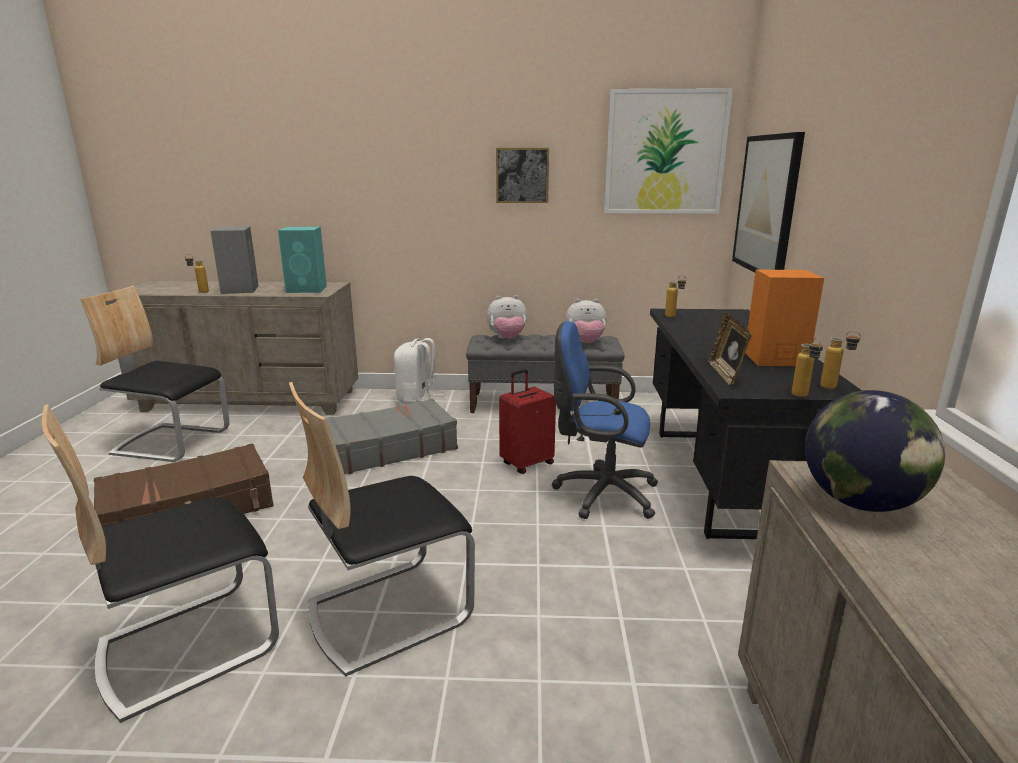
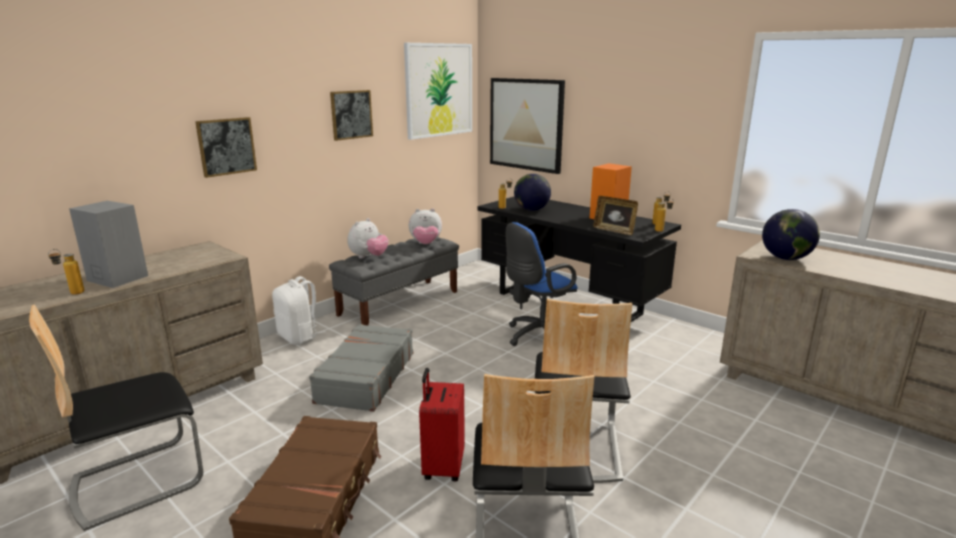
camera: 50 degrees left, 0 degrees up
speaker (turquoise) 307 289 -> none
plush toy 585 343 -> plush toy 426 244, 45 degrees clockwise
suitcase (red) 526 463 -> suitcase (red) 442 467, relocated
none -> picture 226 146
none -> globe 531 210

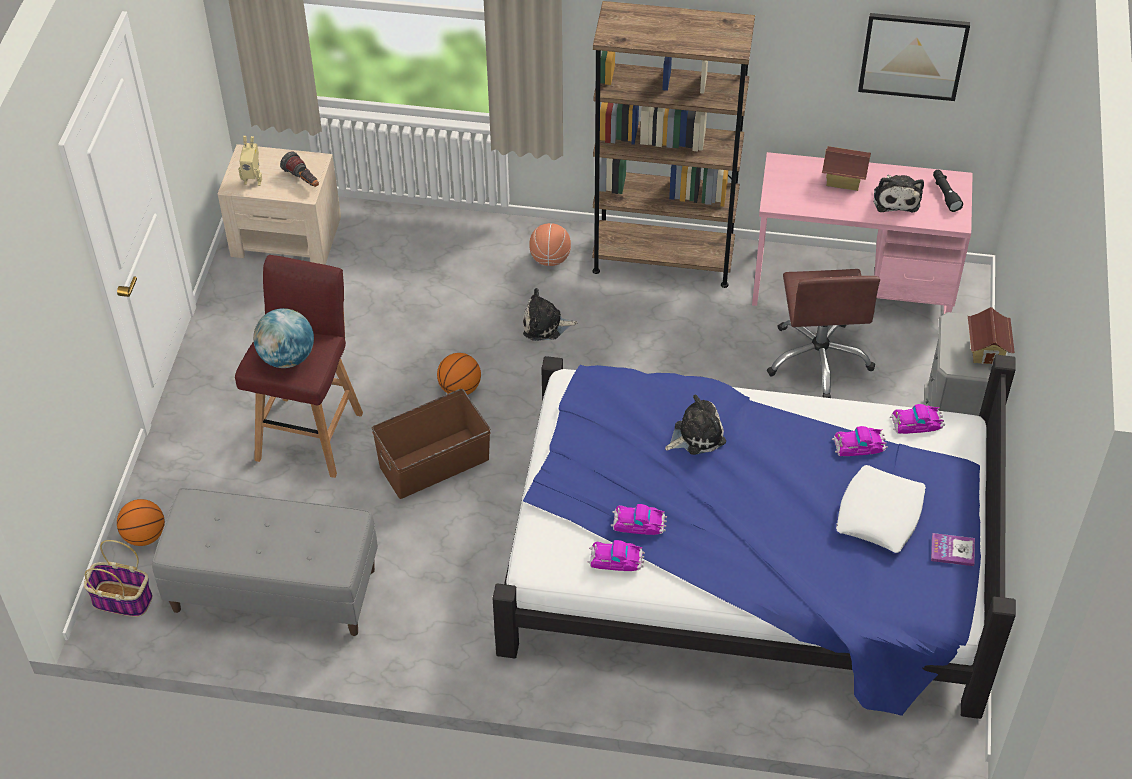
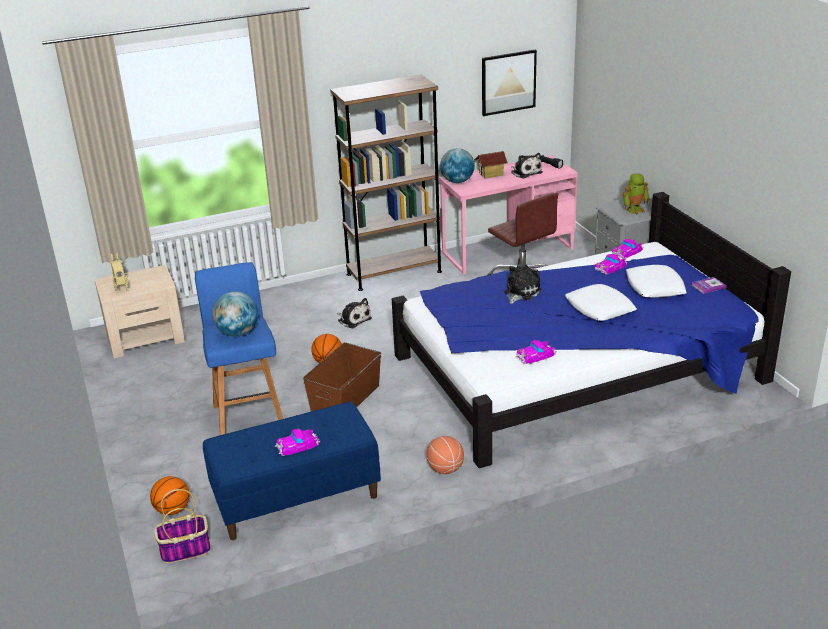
camera: 30 degrees left, 20 degrees down
flashlight 303 180 -> none
basketball 550 258 -> basketball 445 469, relocated
stool (red) 310 434 -> stool (blue) 248 416
plush toy 545 325 -> plush toy 353 319, 105 degrees counterclockwise
toy house 986 350 -> toy robot 634 209
bench (grey) 273 590 -> bench (blue) 296 499
toy car 638 522 -> toy car 297 445, relocated
none -> globe 457 181
none -> pillow (white) 600 308

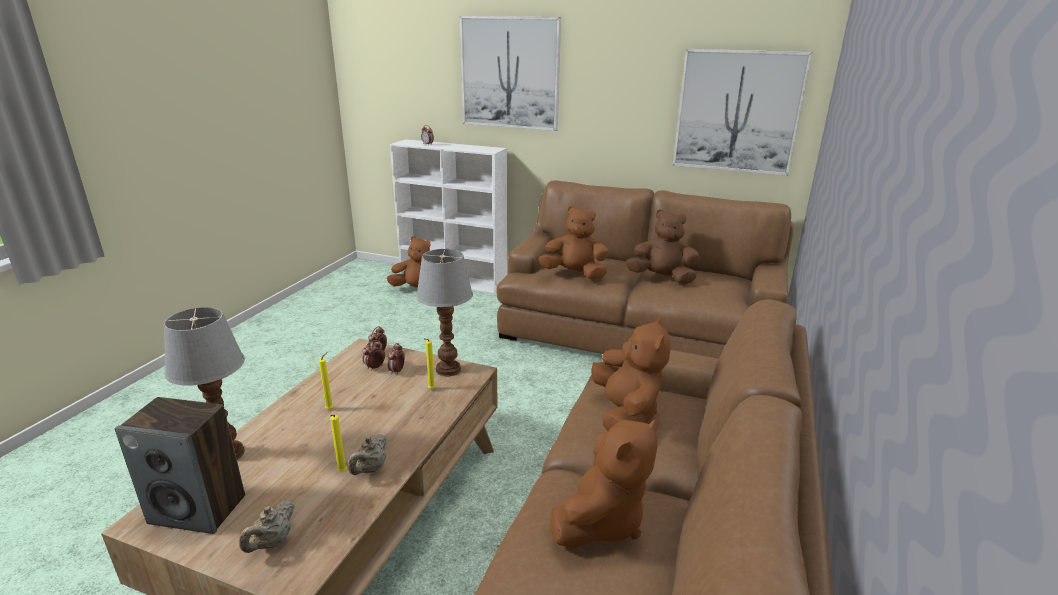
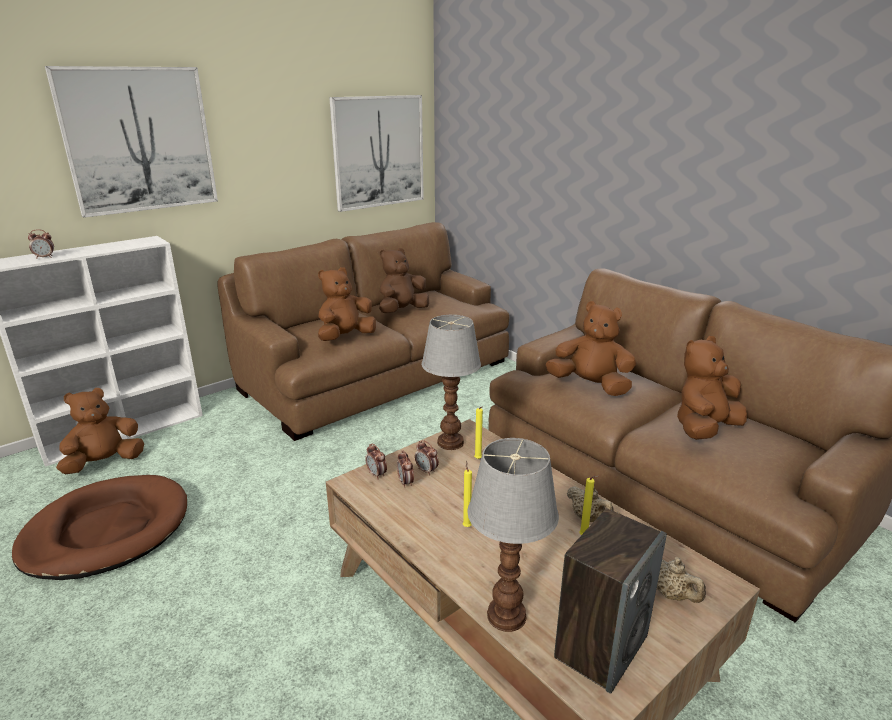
camera: 60 degrees left, 0 degrees up
plush toy (brown) 602 521 -> plush toy (brown) 704 429, 105 degrees counterclockwise
none -> dog bed (brown) 107 531

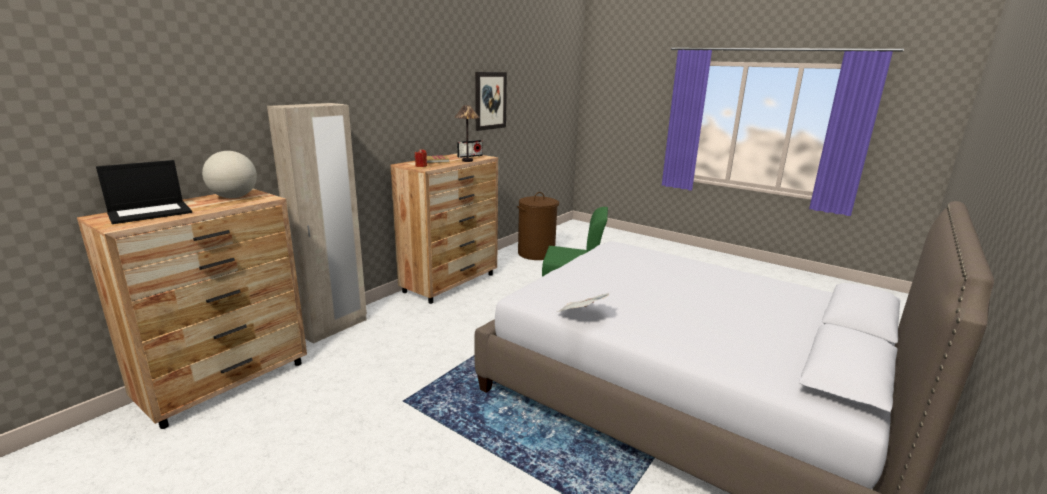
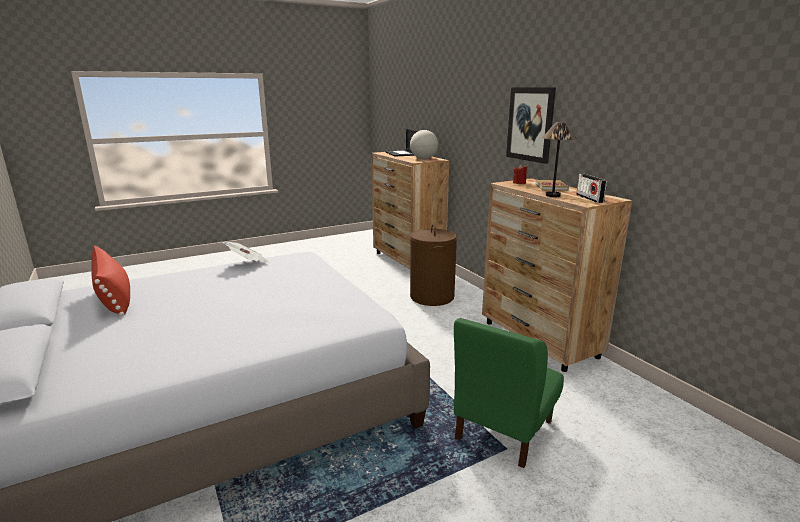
camera: 115 degrees right, 0 degrees up
picture 490 100 -> picture 530 124, relocated
wardrobe (beige) 334 327 -> none
laundry basket (brown) 536 253 -> laundry basket (brown) 431 297, relocated
none -> pillow (red) 115 298

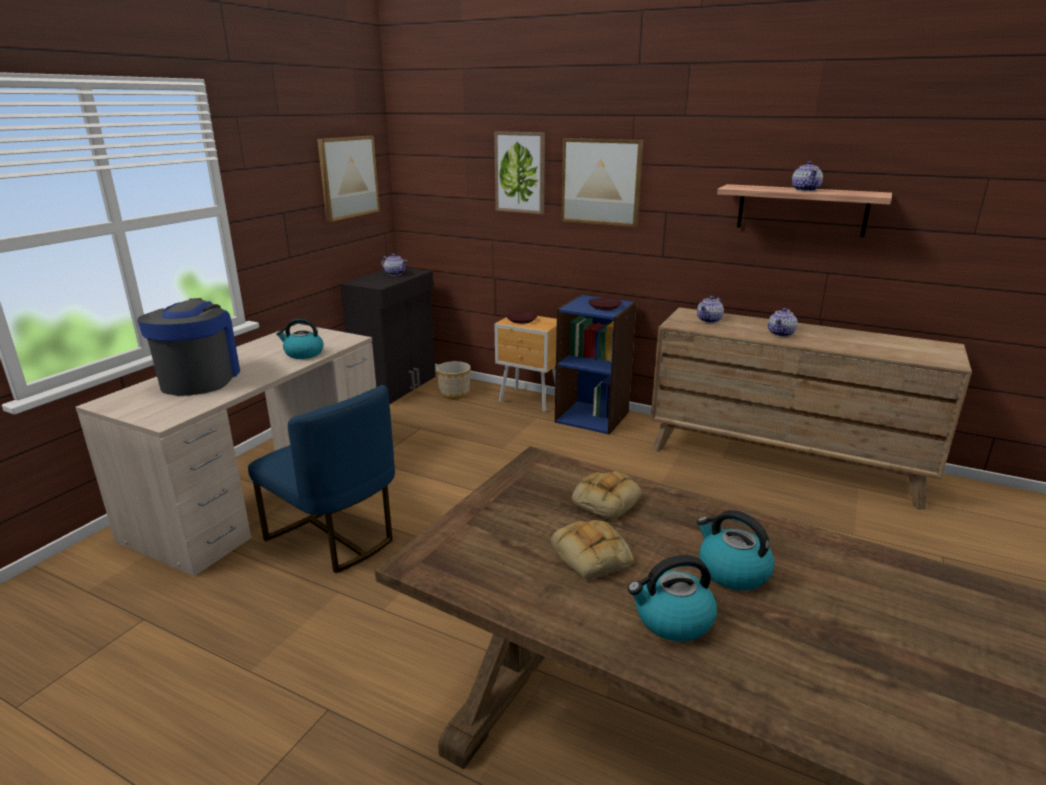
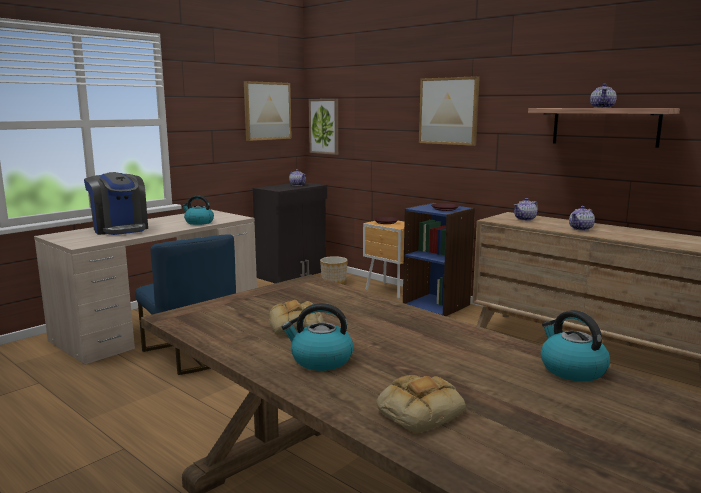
camera: 15 degrees right, 10 degrees down
picture 520 172 -> picture 324 126, relocated
coffee machine 200 379 -> coffee machine 120 229, 135 degrees clockwise
bread 605 500 -> bread 420 411, relocated
kettle 732 571 -> kettle 571 369, relocated

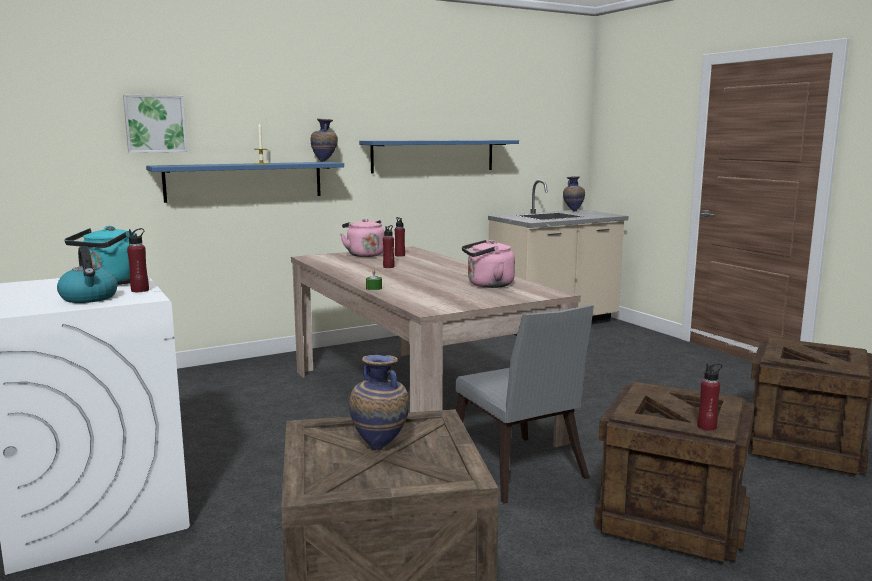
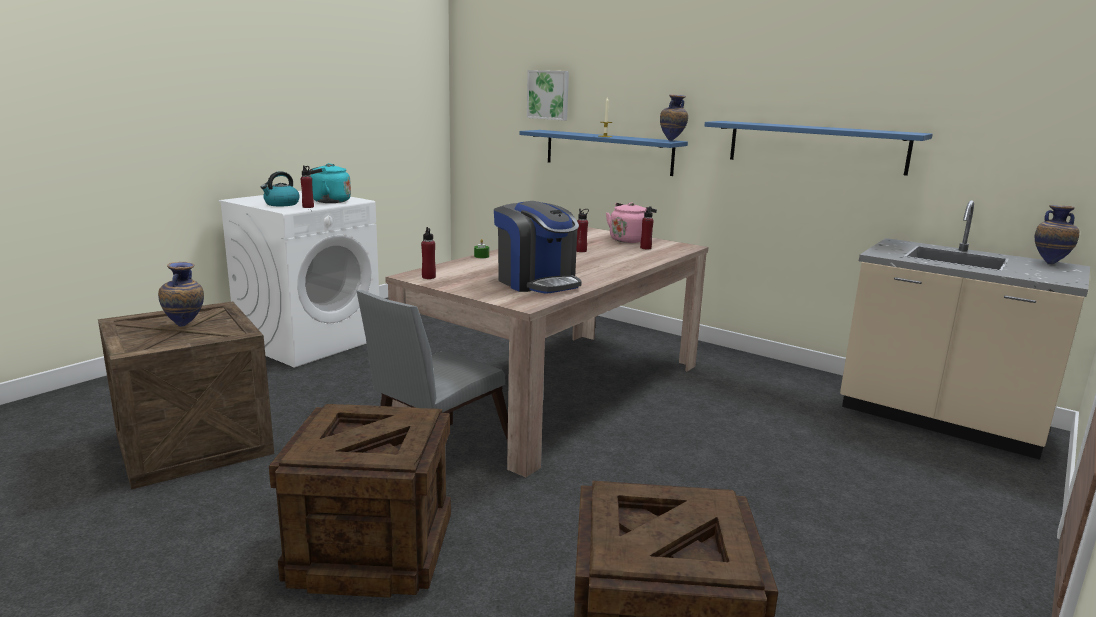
camera: 65 degrees right, 5 degrees up
kettle (pink) 487 285 -> coffee machine 537 282
bottle (red) 706 427 -> bottle (red) 428 277, relocated

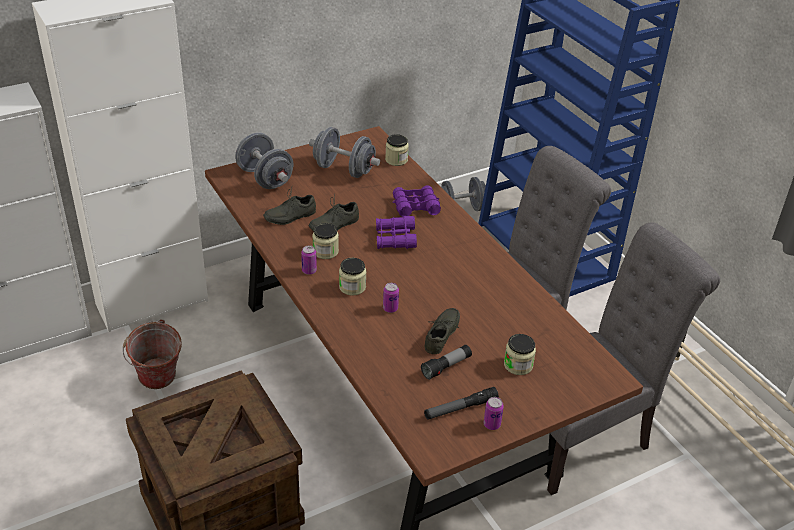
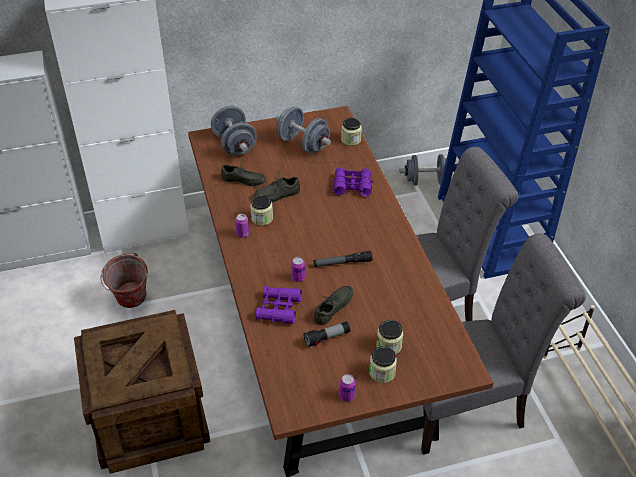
camera: 15 degrees right, 5 degrees up
shoe (grey) 289 215 -> shoe (grey) 243 181, 150 degrees counterclockwise
binoculars (purple) 395 238 -> binoculars (purple) 278 309, relocated
jar 352 287 -> jar 382 372, relocated
flashlight 460 408 -> flashlight 342 263, relocated

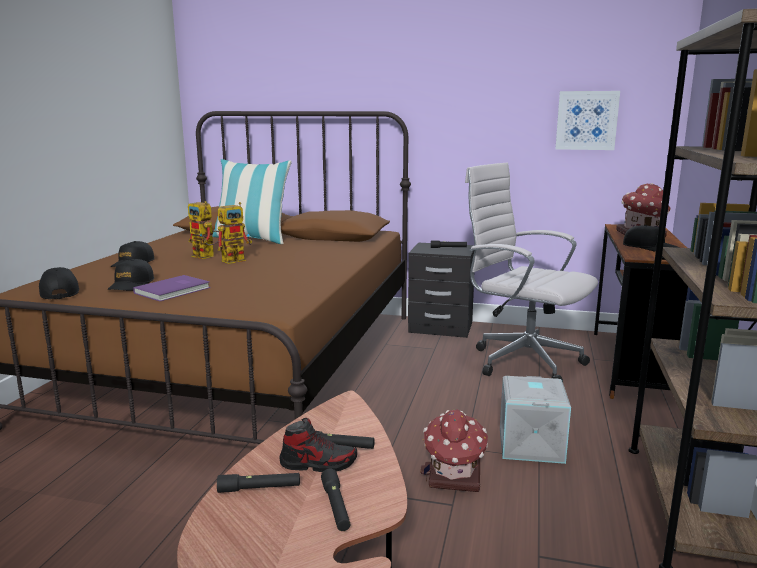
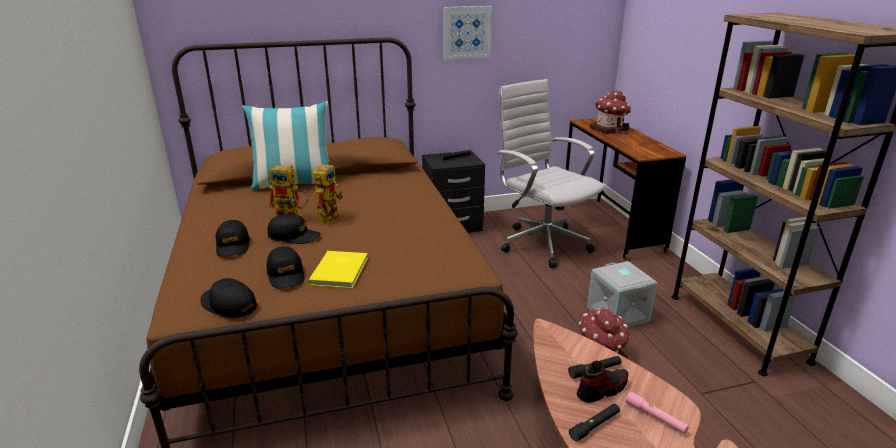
camera: 30 degrees left, 10 degrees up
picture 586 120 -> picture 467 32, relocated
office chair (white) 522 361 -> office chair (white) 542 243, 45 degrees clockwise
cap (black) 649 247 -> cap (black) 294 236, relocated
book (purple) 174 290 -> book (yellow) 341 271
flashlight (black) 336 506 -> flashlight (pink) 655 417

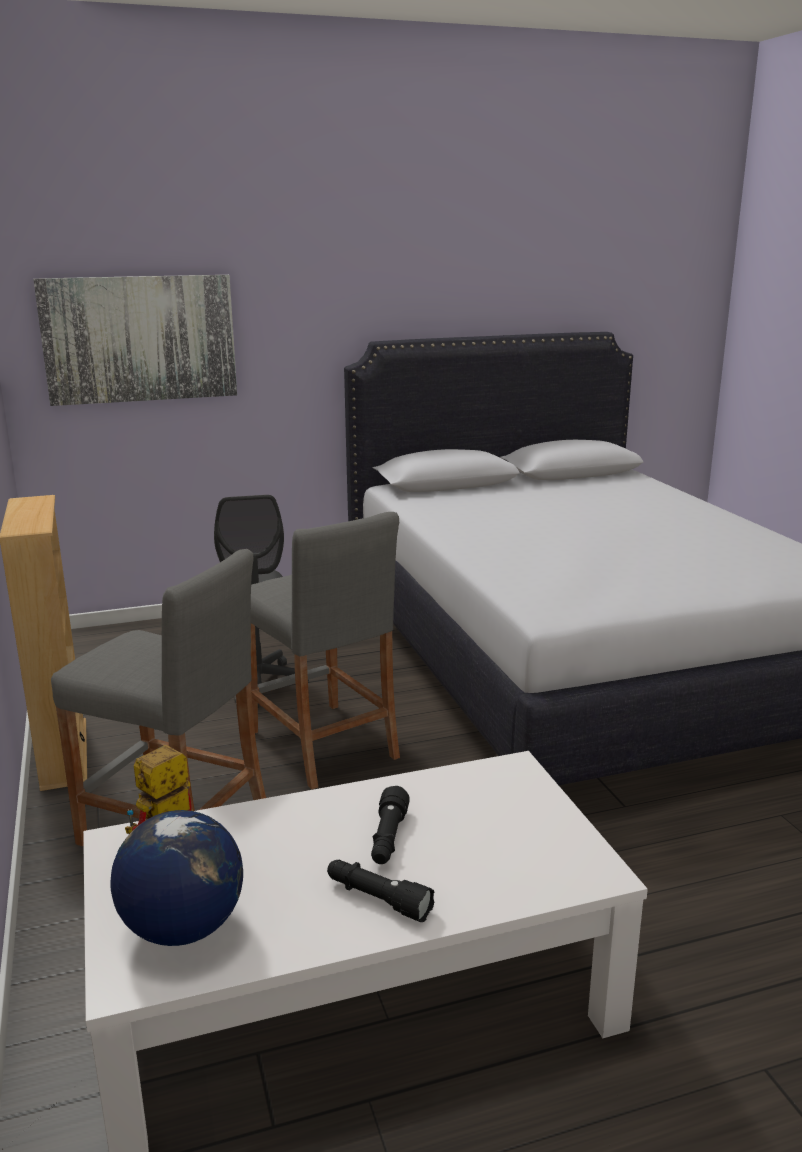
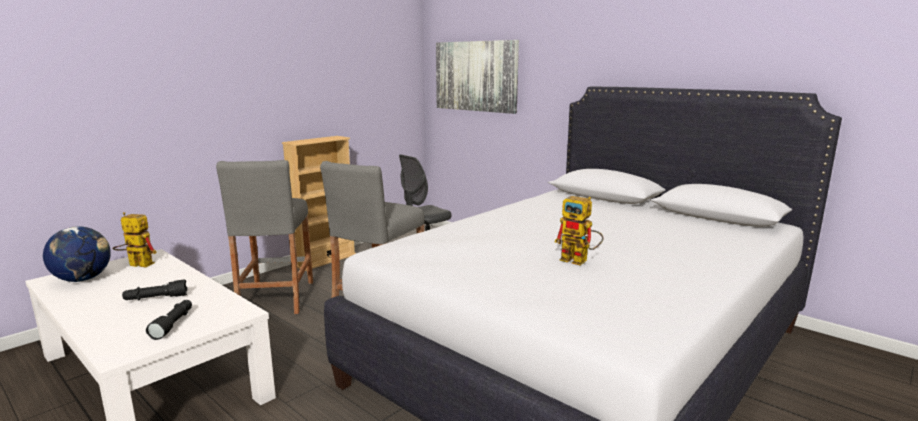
camera: 60 degrees right, 5 degrees down
flashlight (black) 377 899 -> flashlight (black) 173 324, relocated
none -> toy robot 580 261

